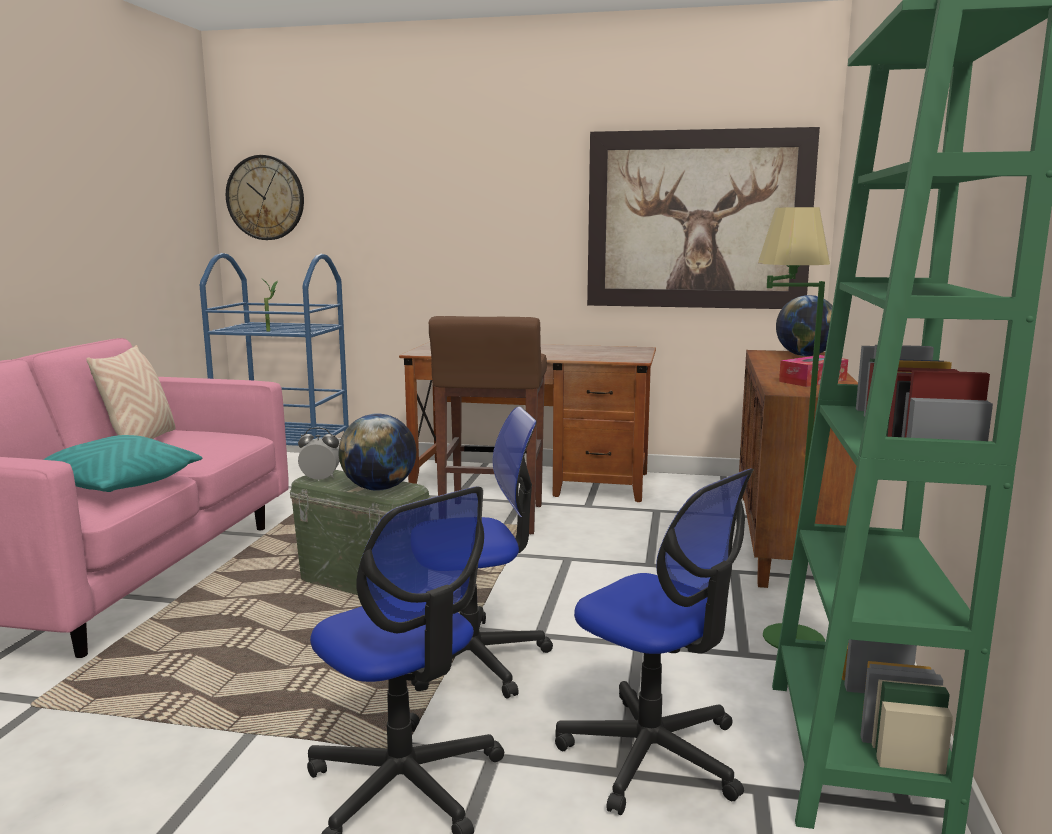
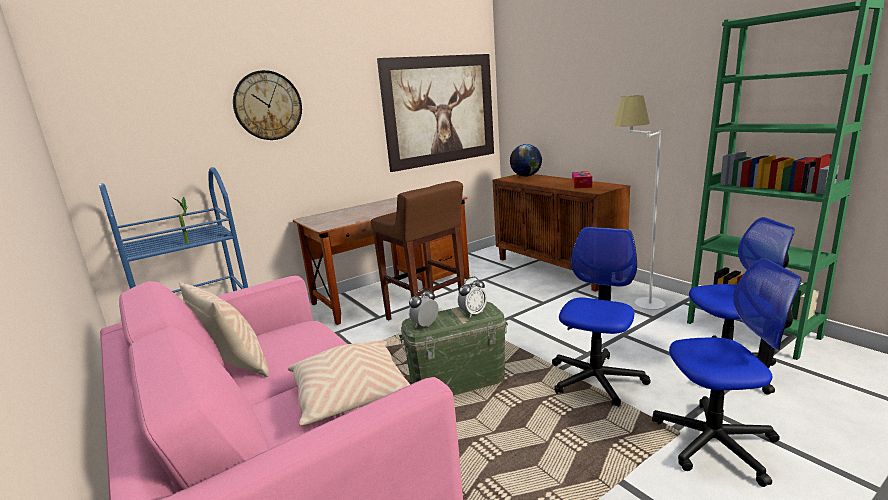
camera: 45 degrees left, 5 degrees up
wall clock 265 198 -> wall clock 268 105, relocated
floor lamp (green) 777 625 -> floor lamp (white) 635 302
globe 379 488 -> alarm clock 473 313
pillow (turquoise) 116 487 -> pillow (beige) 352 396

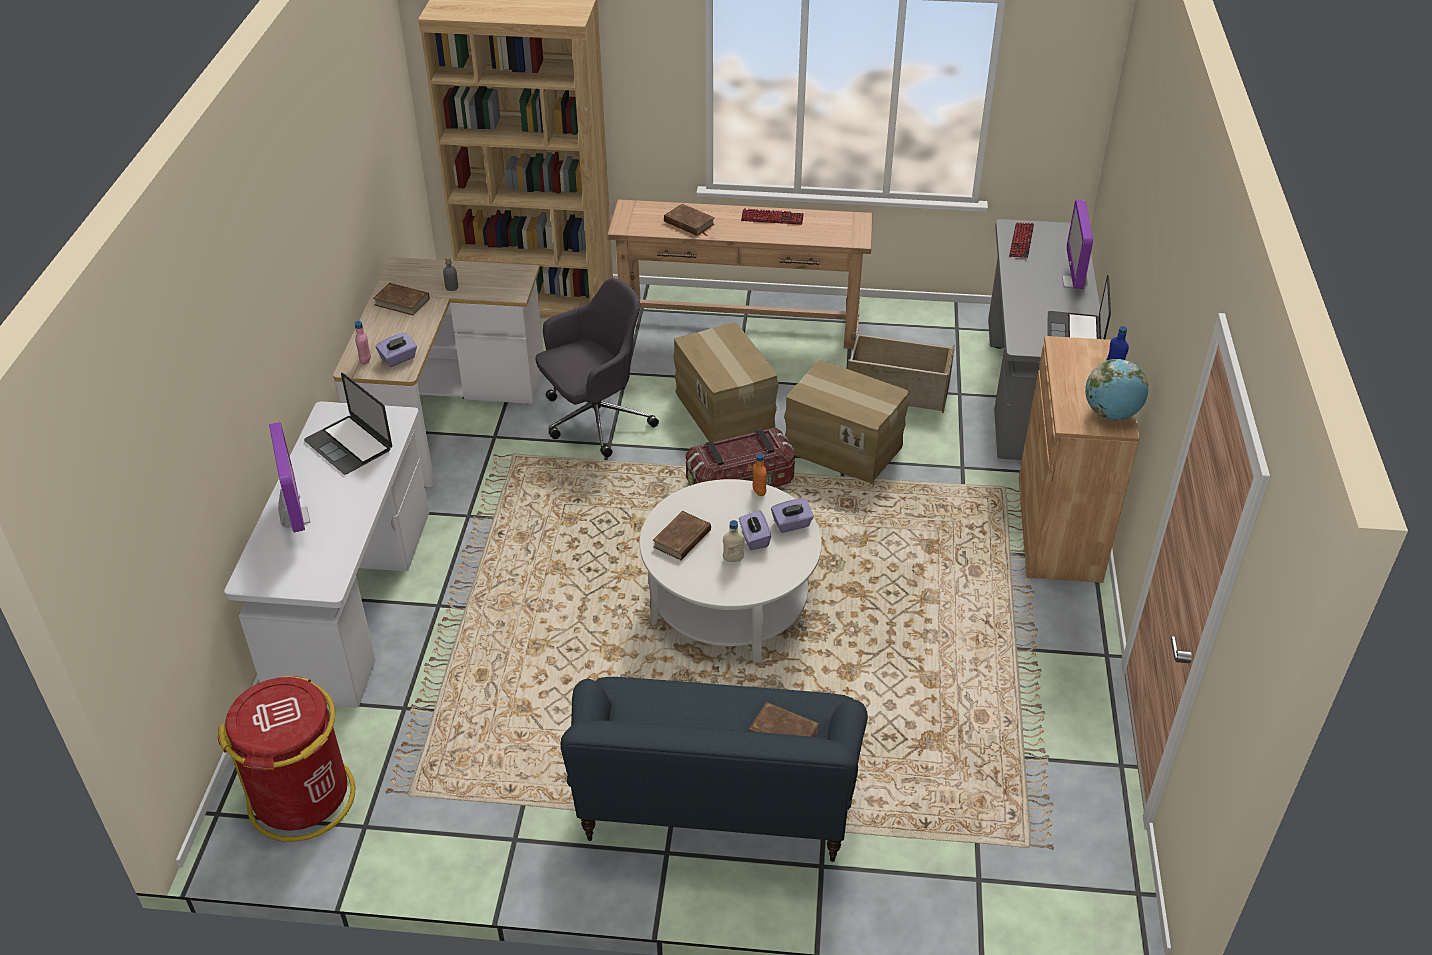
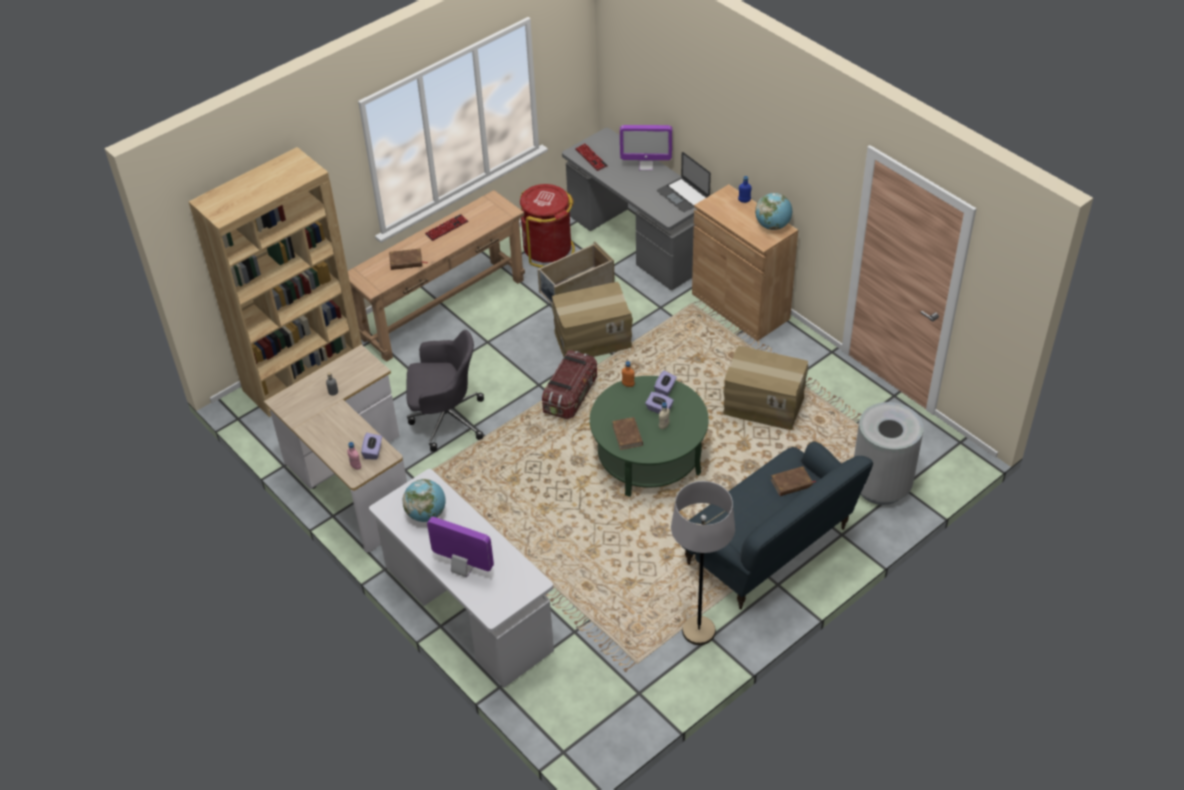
camera: 45 degrees left, 5 degrees up
monitor 1074 282 -> monitor 646 166, 45 degrees counterclockwise
office chair (grey) 595 420 -> office chair (grey) 445 419, 75 degrees clockwise
book (brown) 402 302 -> none
cardboard box 725 409 -> cardboard box 764 404, relocated
laptop 349 445 -> globe 426 514
coffee table (white) 729 602 -> coffee table (green) 649 457
trash can (red) 303 798 -> trash can (red) 548 250, relocated
none -> trash can (grey) 880 486
none -> floor lamp (grey) 698 631

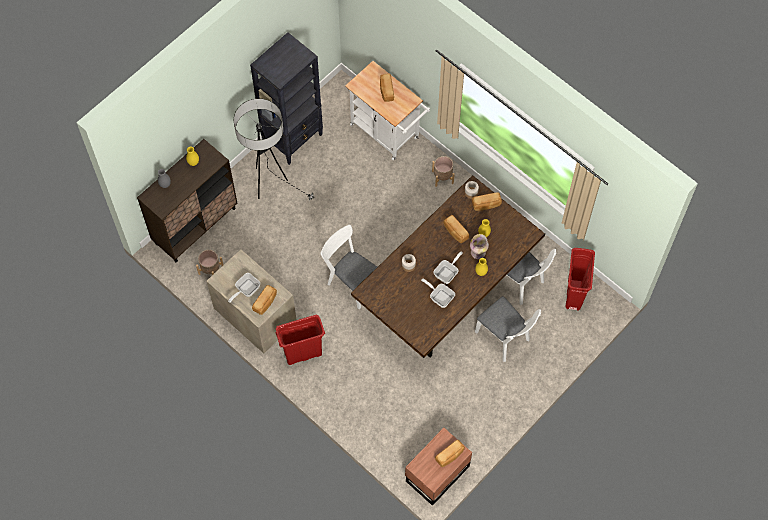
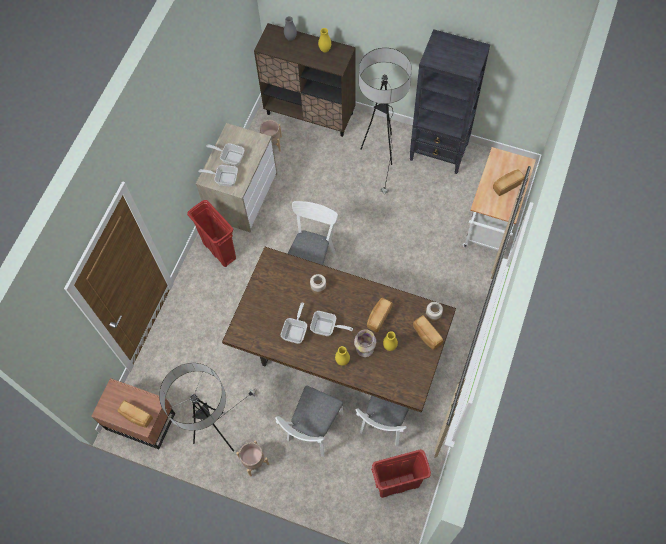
camera: 70 degrees right, 0 degrees up
planter (beige) 442 177 -> planter (beige) 254 461, relocated
bread 265 302 -> frying pan 224 179
none -> floor lamp 218 434

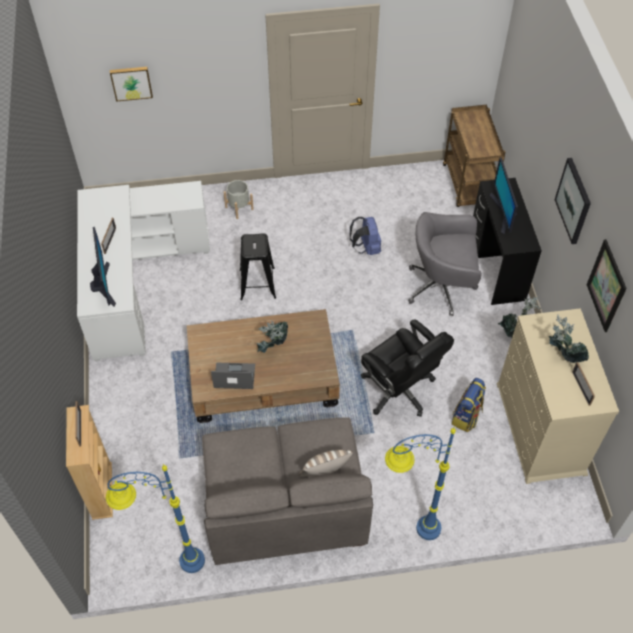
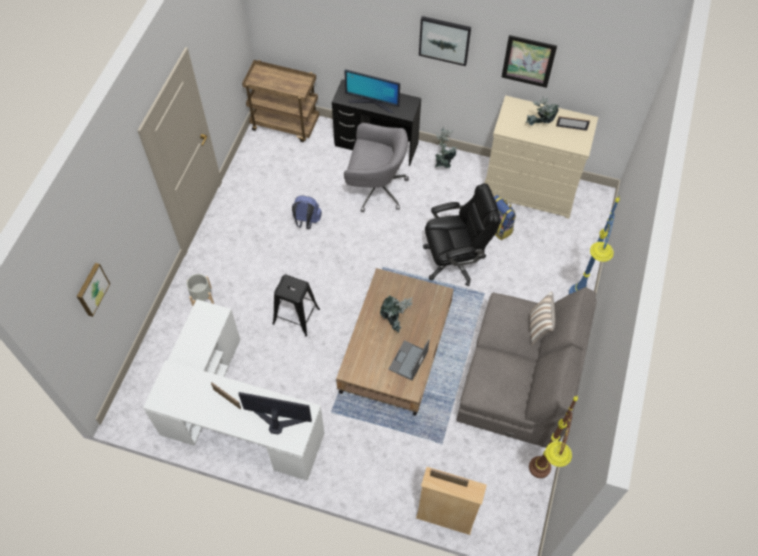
camera: 65 degrees left, 5 degrees up
office chair (grey) 442 287 -> office chair (grey) 375 188, 105 degrees counterclockwise
floor lamp (blue) 170 563 -> floor lamp (brown) 535 485

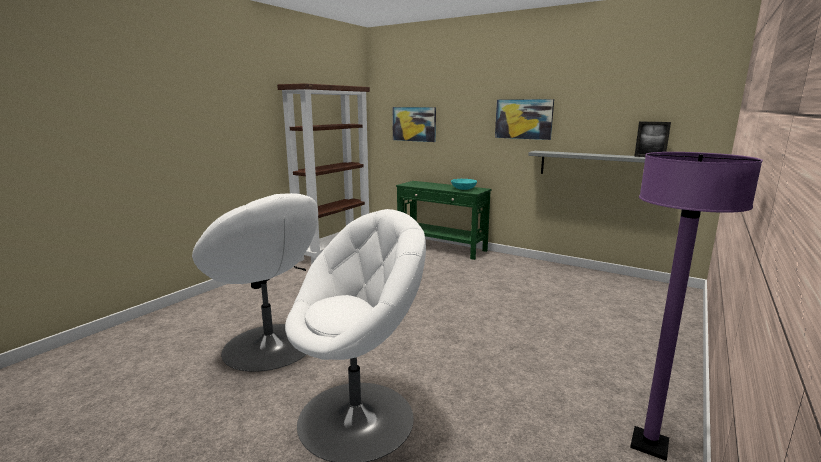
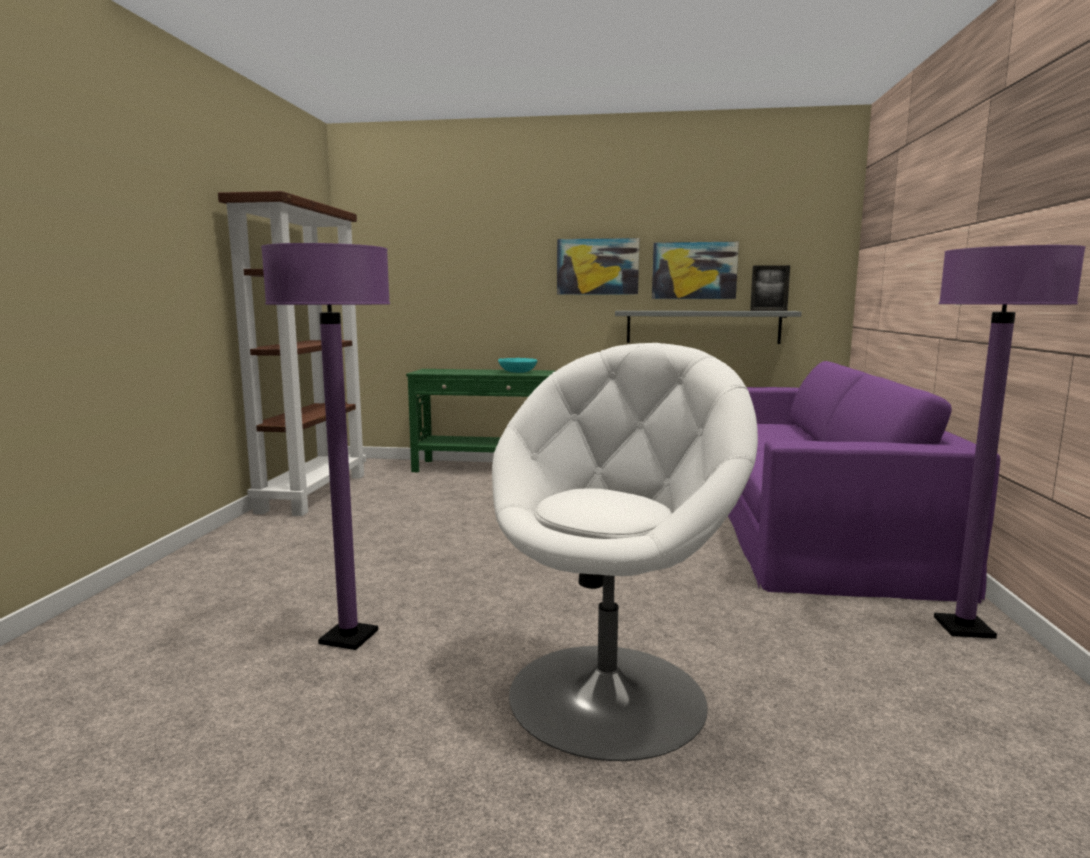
camera: 25 degrees left, 5 degrees down
picture 414 124 -> picture 694 270, relocated
armchair (white) 270 346 -> floor lamp (purple) 349 638
none -> sofa (purple) 810 519

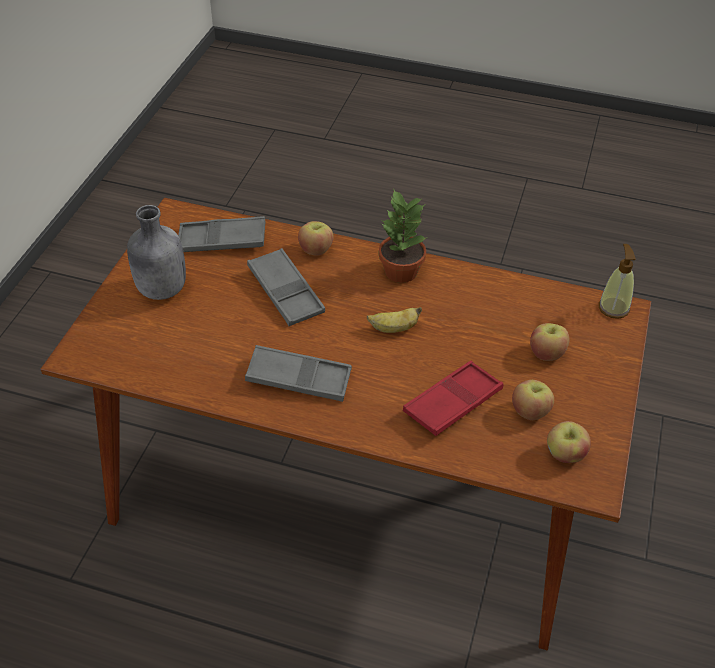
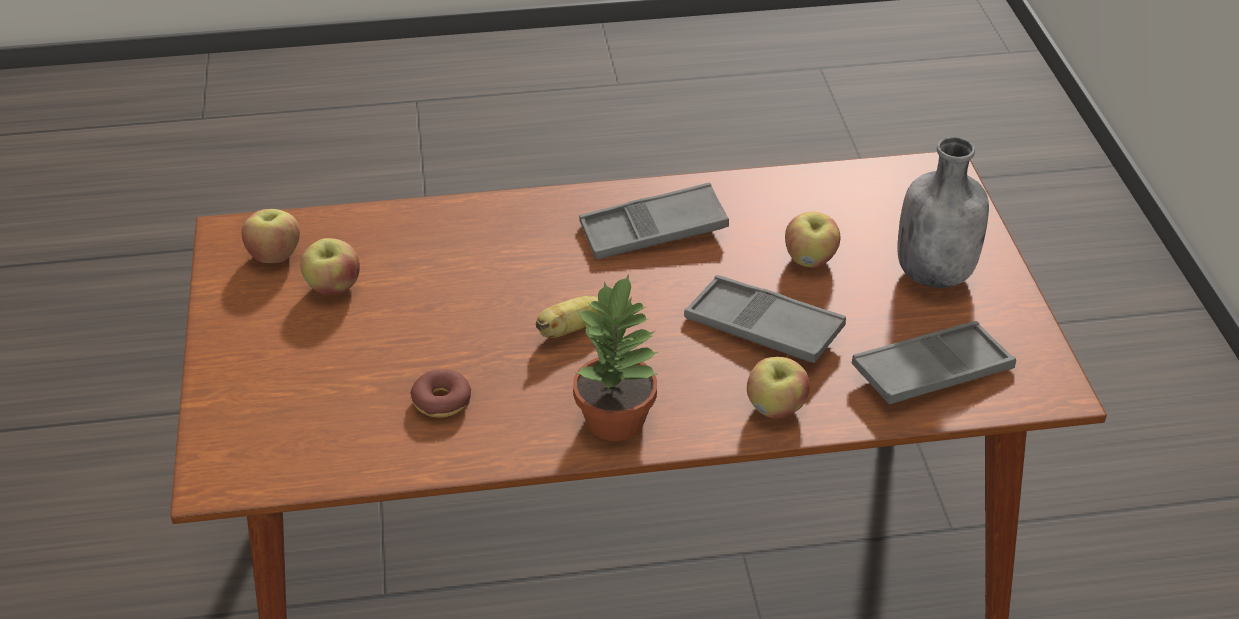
camera: 155 degrees right, 5 degrees down
soap dispenser 613 308 -> none
apple 546 353 -> apple 810 260, relocated
tray (red) 453 403 -> none
none -> donut 441 401

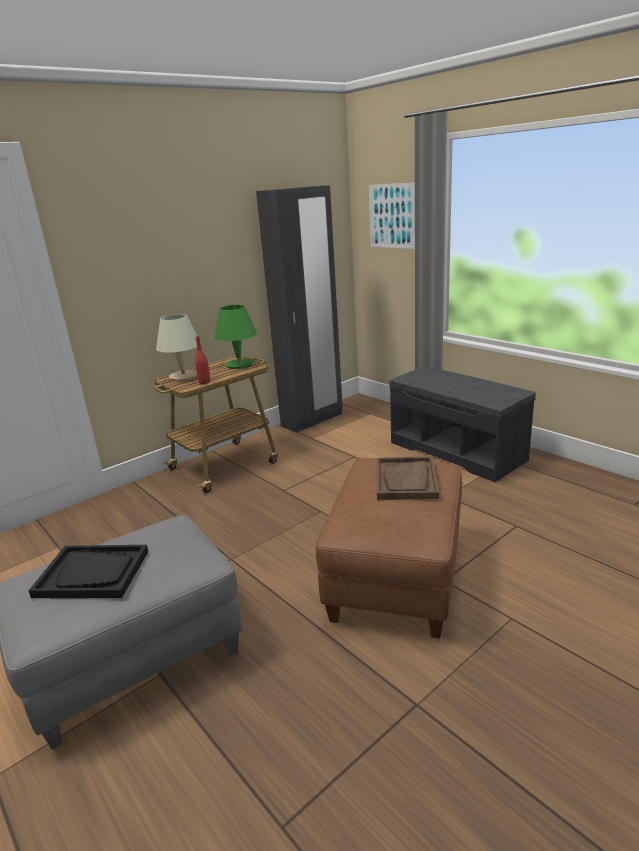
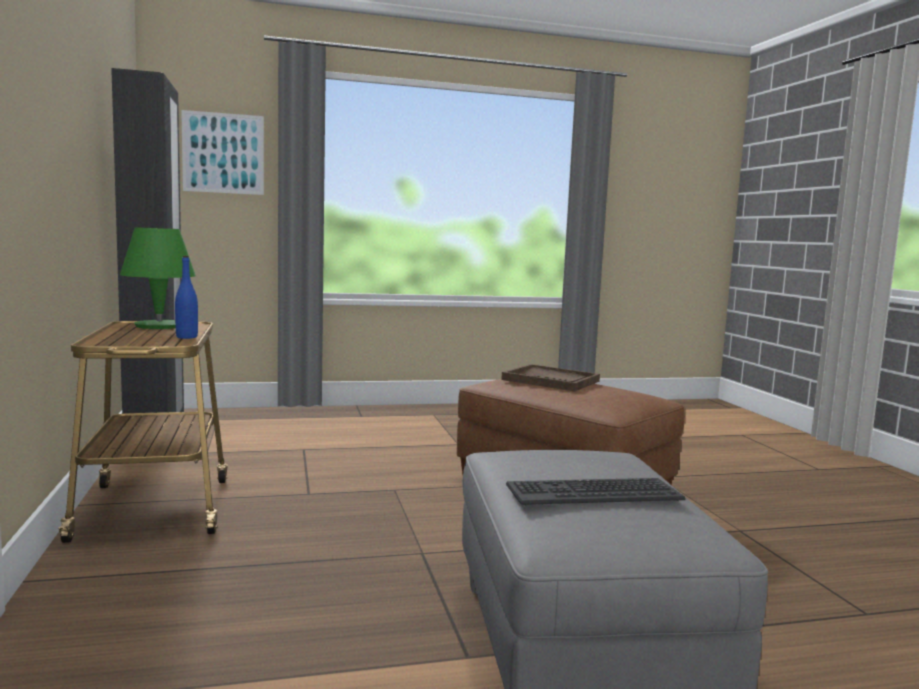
camera: 65 degrees left, 15 degrees down
table lamp (beige) 184 376 -> none
bottle (red) 204 382 -> bottle (blue) 187 337
bench (grey) 458 451 -> none
tray (black) 93 573 -> keyboard 593 492

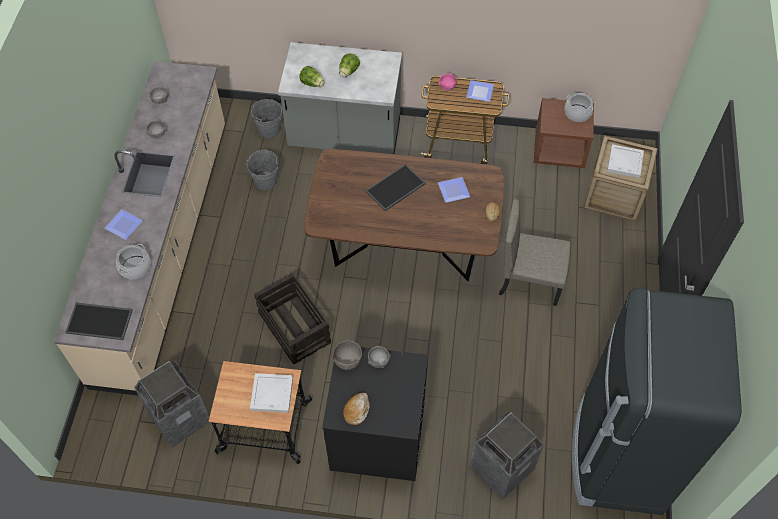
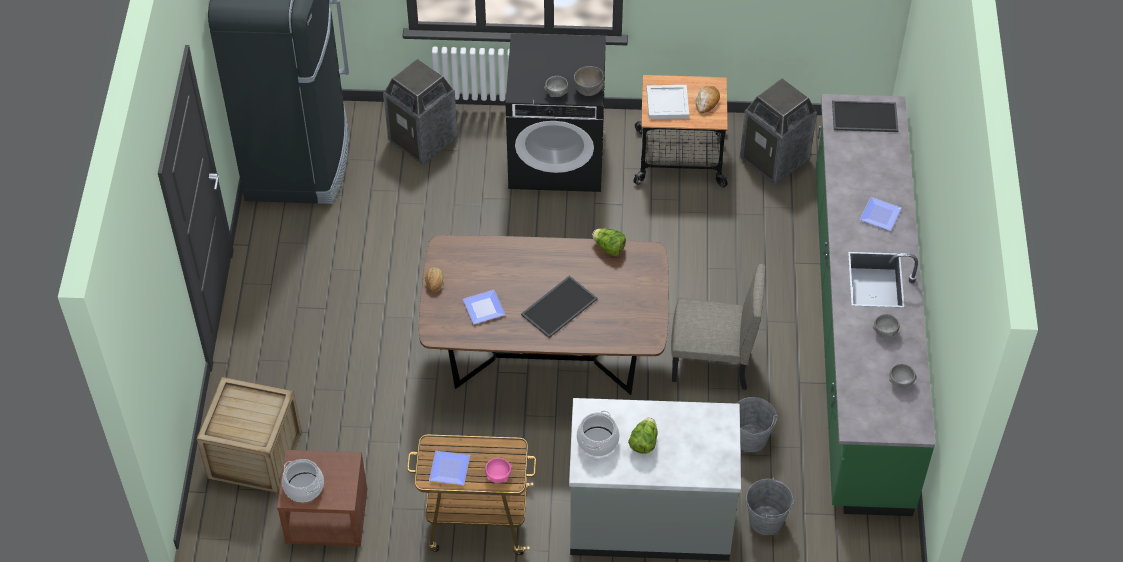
camera: 175 degrees right, 5 degrees down
counter (beige) 164 249 -> counter (green) 858 335
lettuce 312 83 -> lettuce 609 248, relocated
tray (white) 624 161 -> none
chair (beige) 530 280 -> chair (beige) 711 362, relocated
cooking pot 135 267 -> cooking pot 597 441, relocated
crate 294 327 -> none
bread 356 410 -> bread 706 102, relocated

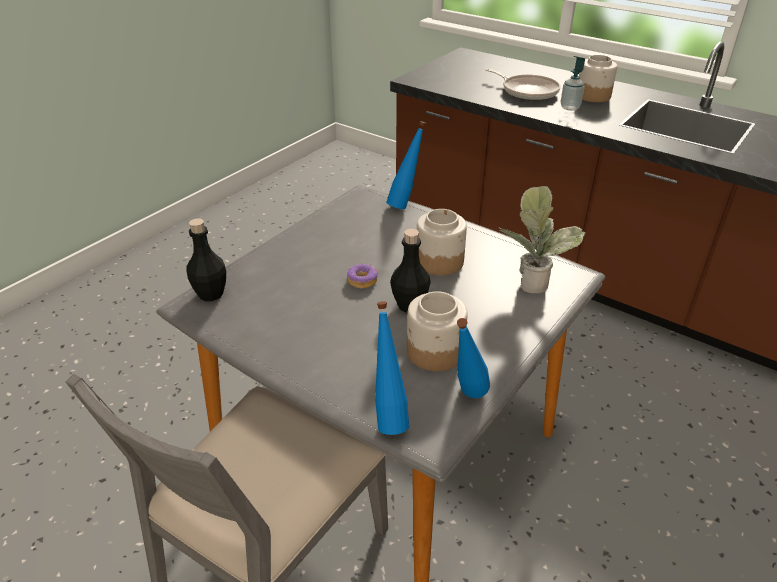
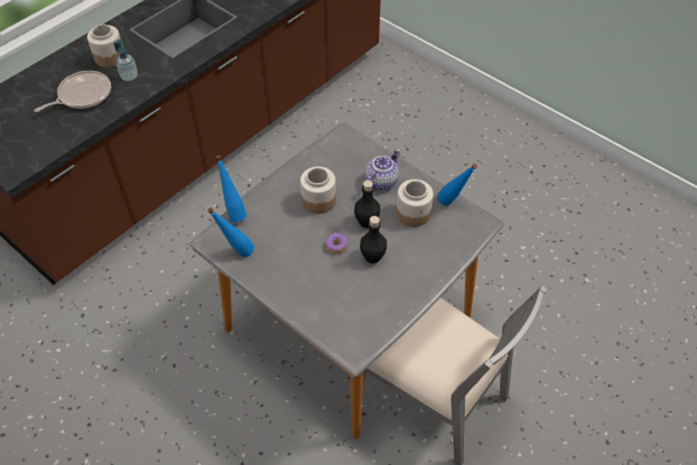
camera: 85 degrees left, 15 degrees up
potted plant 531 280 -> none
bottle (black) 211 294 -> bottle (black) 372 256, relocated
bottle (blue) 389 417 -> bottle (blue) 236 252, relocated
none -> teapot 381 181

